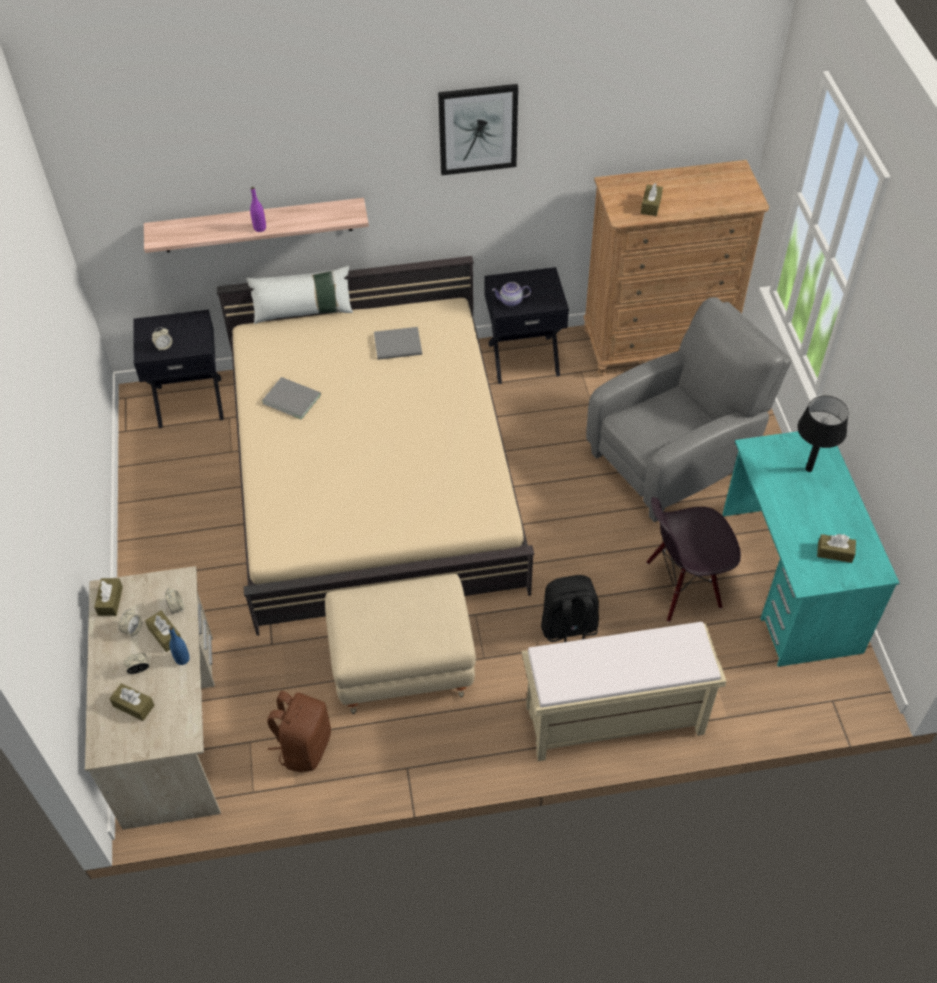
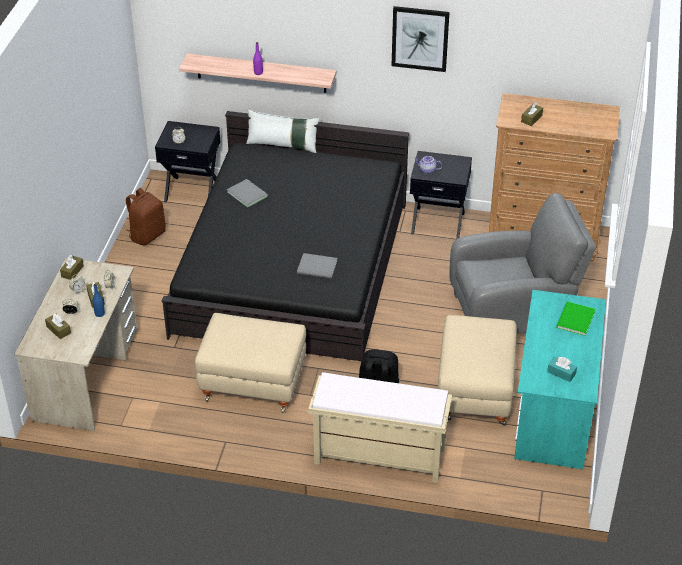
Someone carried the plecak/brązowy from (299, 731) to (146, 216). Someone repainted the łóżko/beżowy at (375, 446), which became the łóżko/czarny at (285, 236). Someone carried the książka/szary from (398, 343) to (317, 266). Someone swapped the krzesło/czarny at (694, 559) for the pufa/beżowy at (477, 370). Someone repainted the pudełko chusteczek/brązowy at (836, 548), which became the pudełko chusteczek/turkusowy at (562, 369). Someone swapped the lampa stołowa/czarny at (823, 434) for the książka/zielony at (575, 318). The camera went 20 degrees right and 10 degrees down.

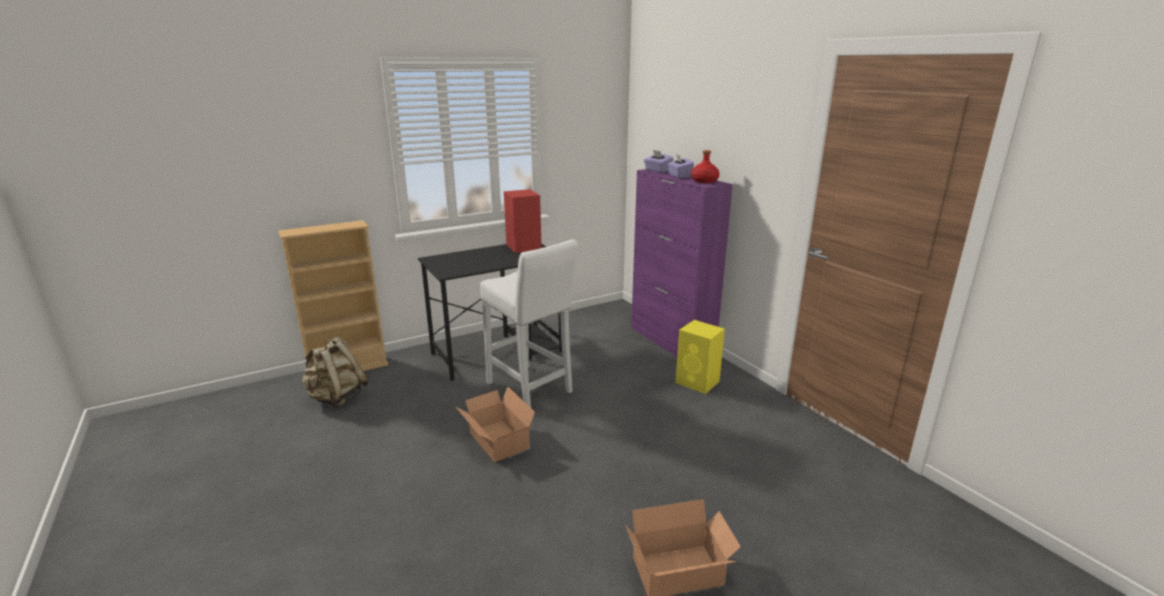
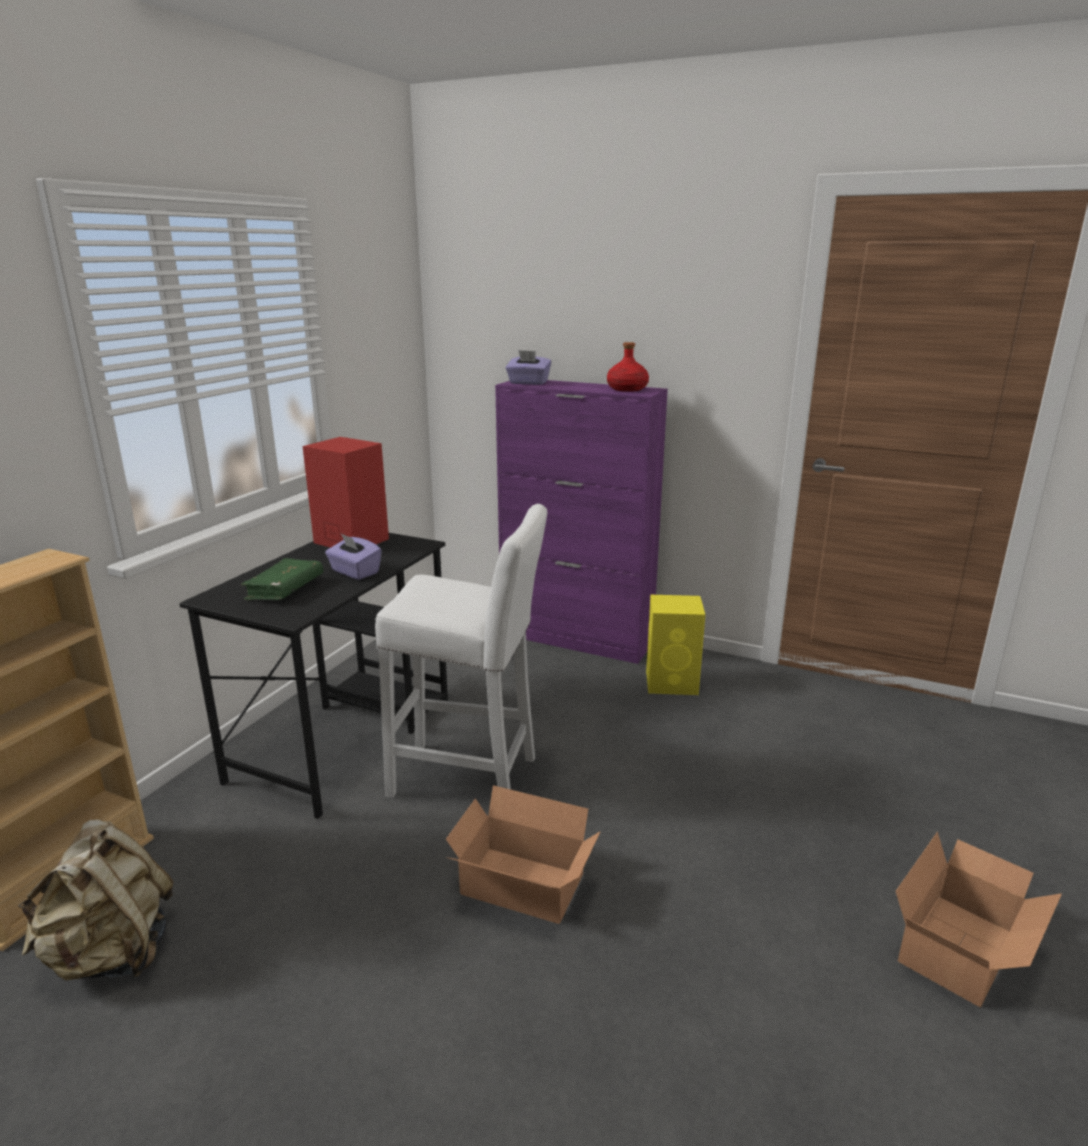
Someone put down the książka/zielony at (282, 579). Someone carried the pudełko chusteczek/fioletowy from (680, 166) to (353, 557). The camera went 35 degrees left and 0 degrees up.

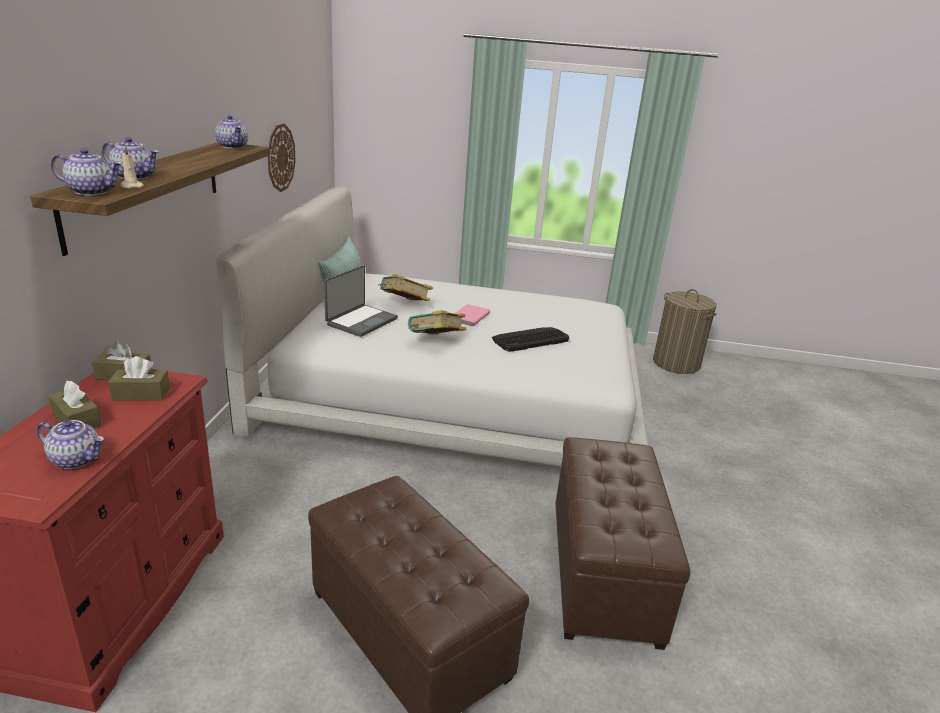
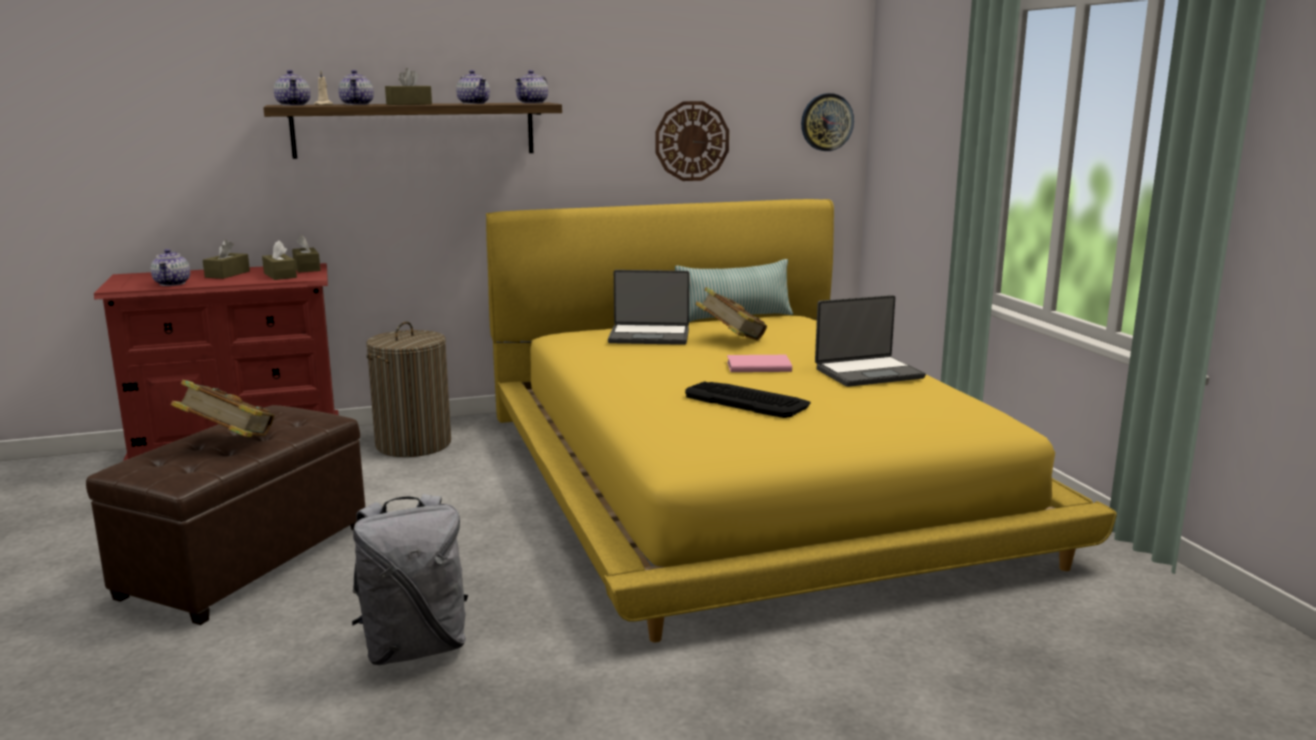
Someone carried the książka from (437, 322) to (222, 408). Someone swapped the pufa/brązowy at (622, 543) for the plecak/szary at (410, 579). Someone carried the kosz na pranie from (685, 331) to (408, 389). Someone put down the pudełko chusteczek/brązowy at (408, 86). Someone put down the imbryk at (473, 87). Someone repainted the łóżko/biały at (432, 326), which became the łóżko/żółty at (801, 420). Someone put up the zegar ścienny at (827, 122). Someone put down the laptop at (870, 341). The camera went 65 degrees right and 10 degrees down.

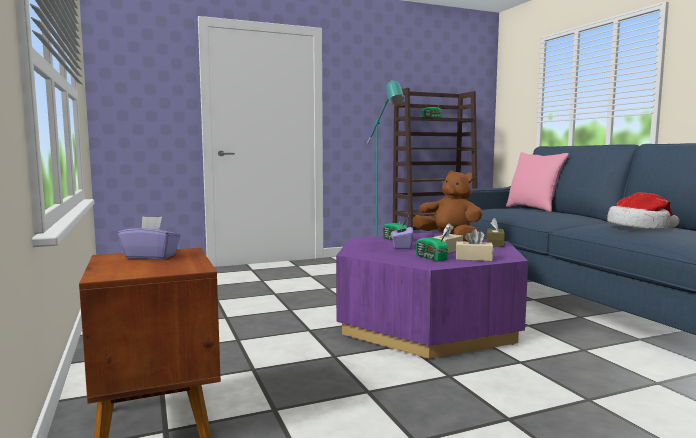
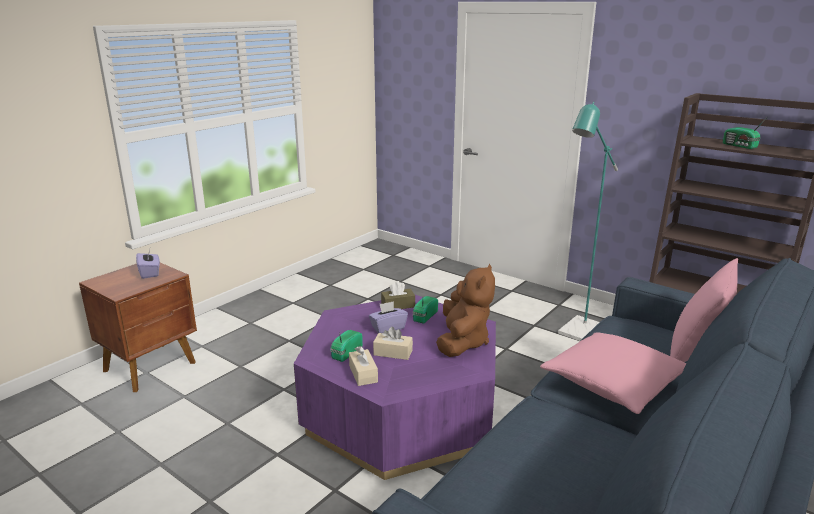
Someone carried the pudełko chusteczek/brązowy from (495, 232) to (398, 295). Someone put down the poduszka/różowy at (613, 373). Someone took away the kapelusz at (643, 210). The camera went 60 degrees right and 15 degrees up.

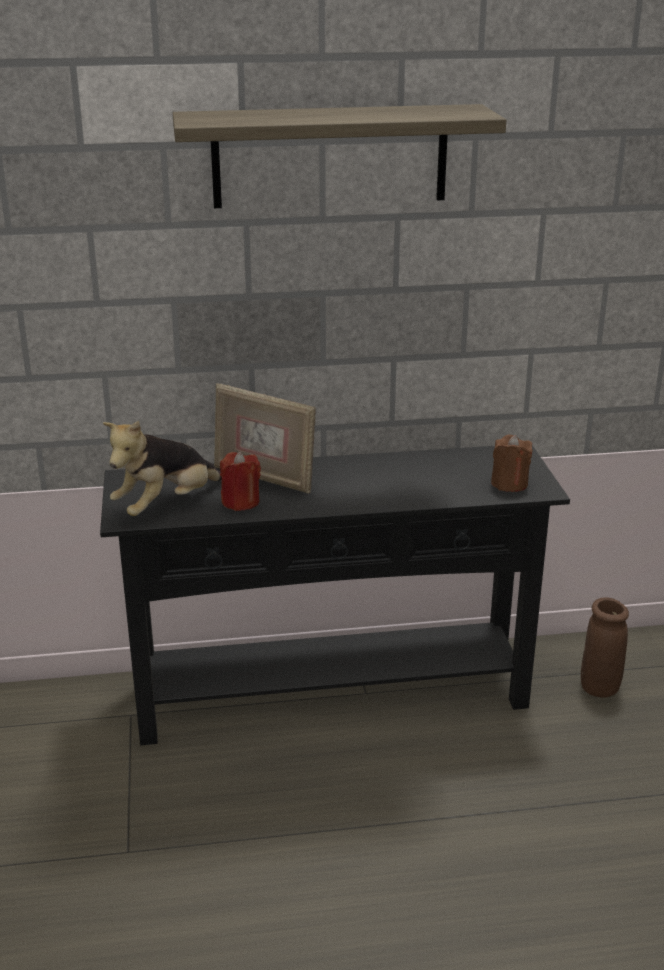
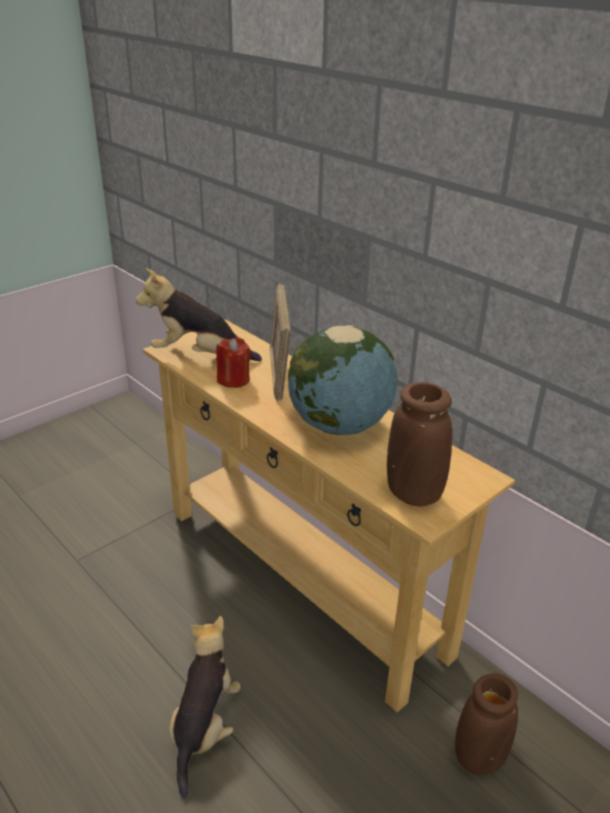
Someone repainted the stolik konsolowy/czarny at (335, 595), which became the stolik konsolowy/beżowy at (329, 515). Someone put down the pluszak at (205, 707). Someone put down the globus at (342, 380). Someone swapped the świeca/brązowy at (512, 463) for the wazon/brązowy at (419, 444). Someone took away the półka at (339, 156). The camera went 55 degrees right and 5 degrees up.

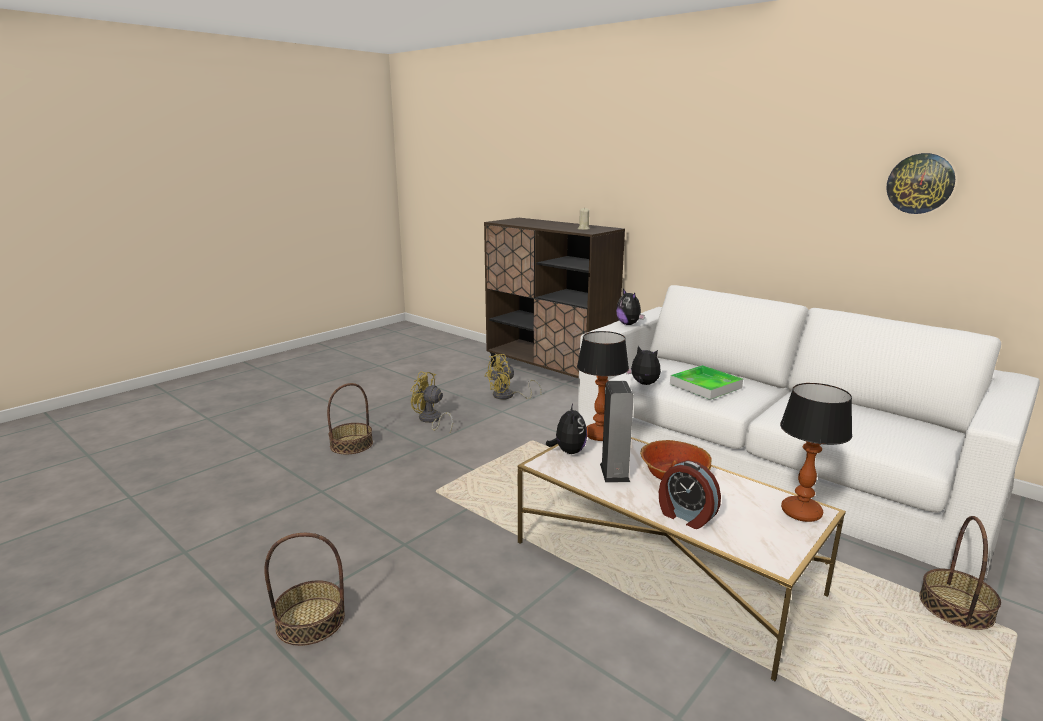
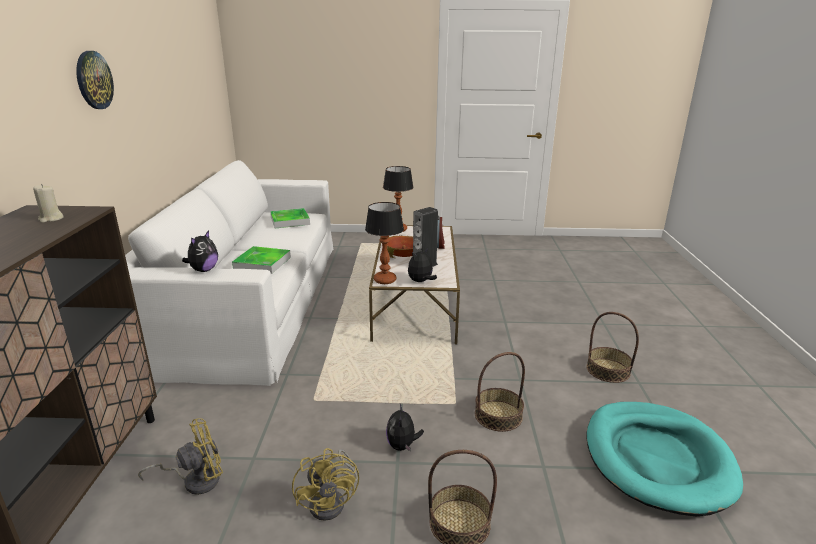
Someone carried the zegar ścienny from (920, 183) to (95, 80). Someone rotated the wentylator/żółty at (513, 377) by 45 degrees counterclockwise. Someone put down the taca at (290, 218). Someone carried the pluszak from (643, 365) to (405, 428). Someone carried the koszyk from (960, 573) to (500, 392). Someone put down the legowisko/turkusowy at (664, 459). The camera went 130 degrees left and 5 degrees up.

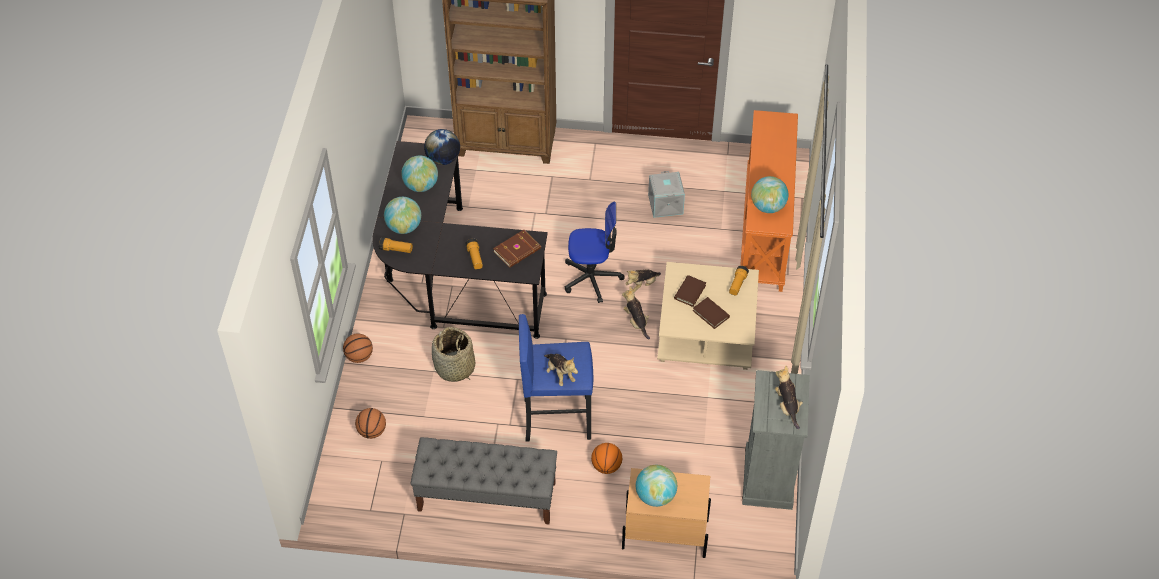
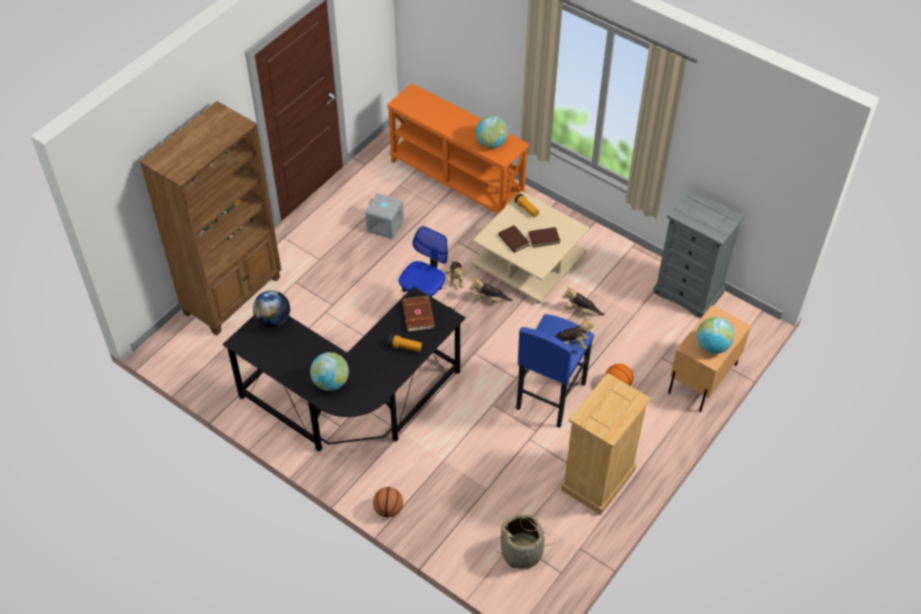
Someone carried the koszyk from (453, 354) to (525, 541). Someone swapped the ławka/szary at (484, 481) for the komoda/beżowy at (606, 444). Someone carried the pluszak from (789, 397) to (583, 301). Someone took away the piłka do koszykówki at (370, 423). Someone took away the latarka at (396, 245). Someone took away the globus at (419, 173). The camera went 60 degrees left and 0 degrees up.

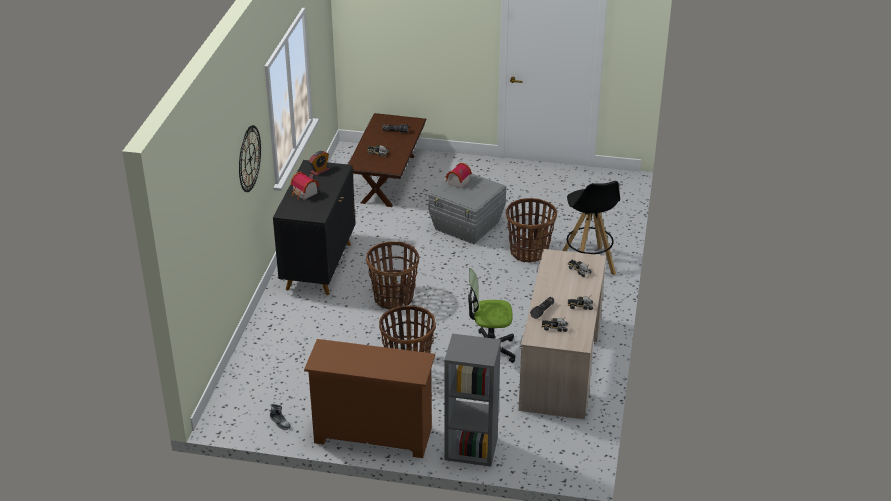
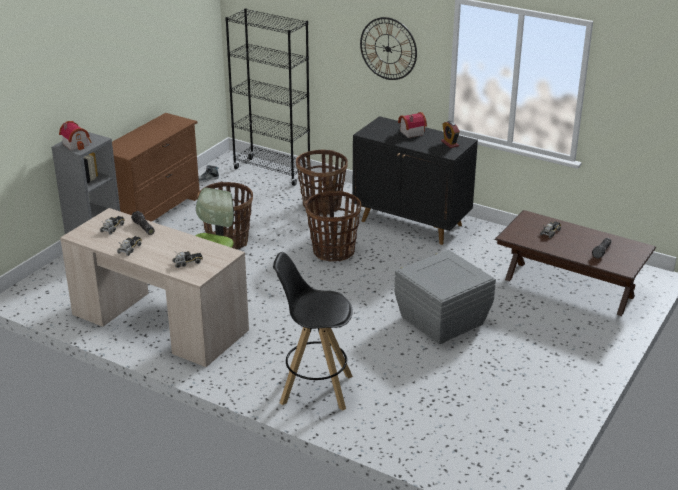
Someone carried the domek from (459, 176) to (75, 136). Someone put down the regał/czarny at (267, 97). Someone carried the koszyk from (531, 230) to (322, 182). The camera went 110 degrees right and 5 degrees down.

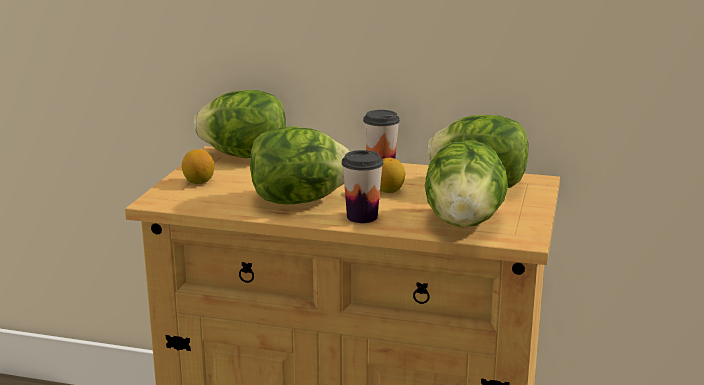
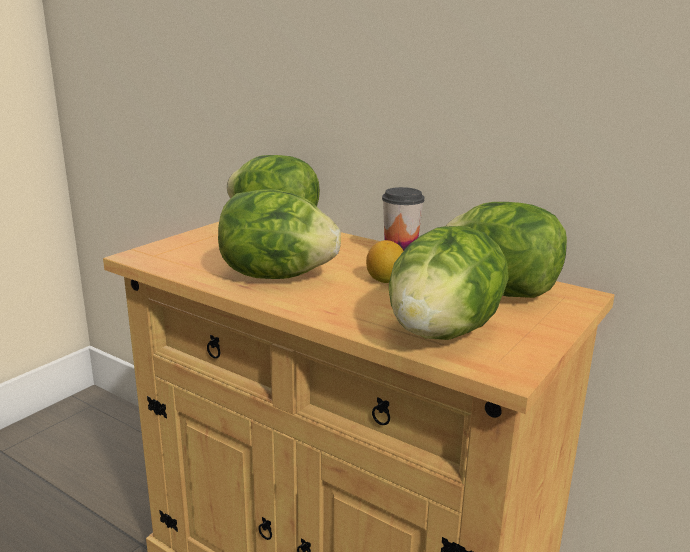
Someone took away the cytryna at (198, 166). Someone took away the filiżanka at (362, 186). The camera went 20 degrees right and 0 degrees up.

